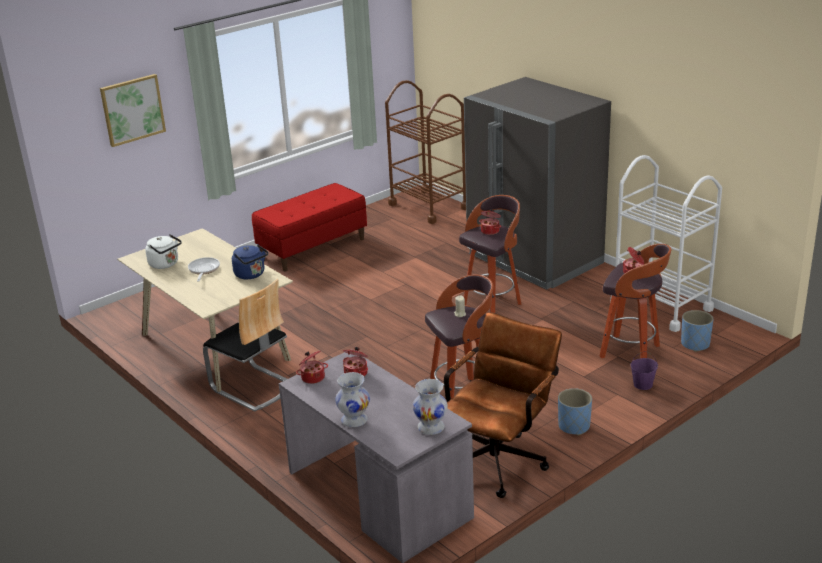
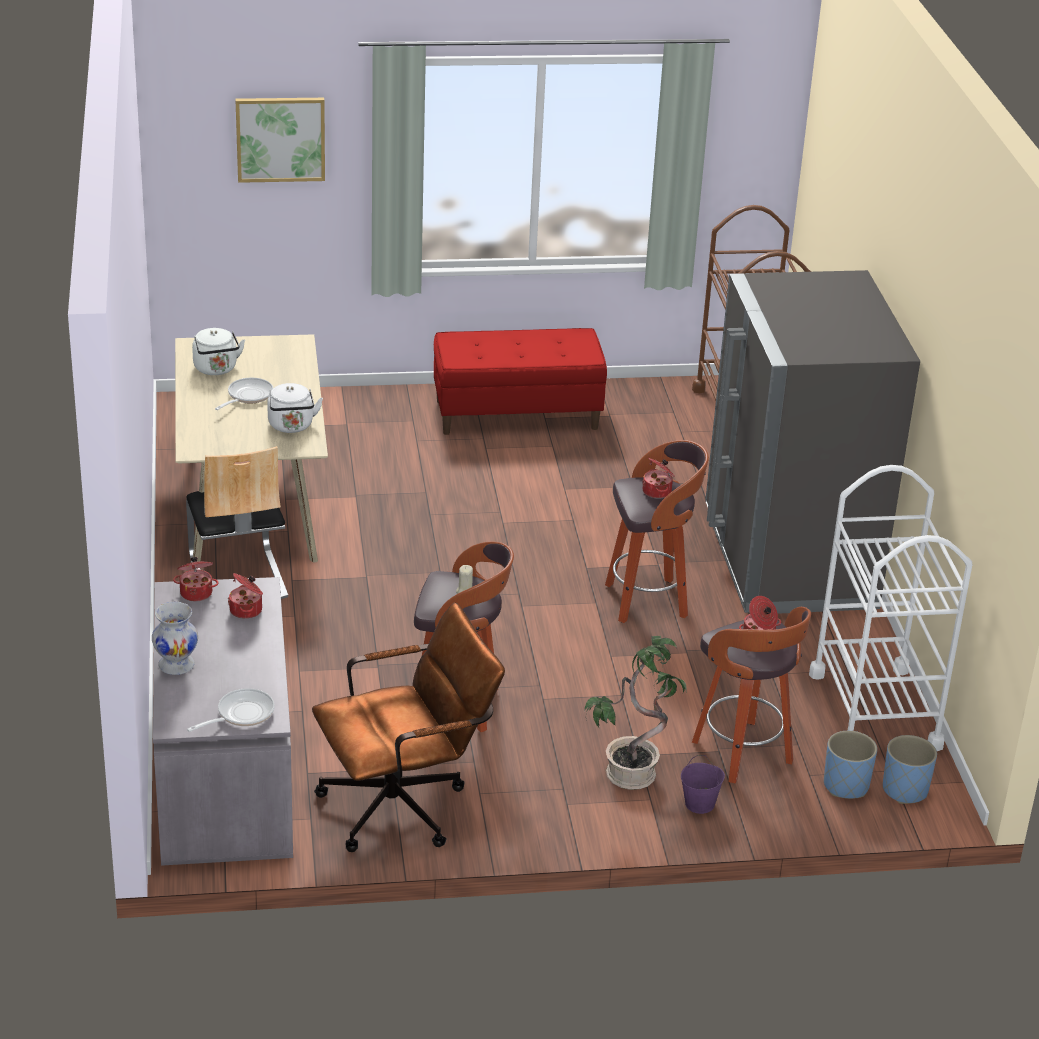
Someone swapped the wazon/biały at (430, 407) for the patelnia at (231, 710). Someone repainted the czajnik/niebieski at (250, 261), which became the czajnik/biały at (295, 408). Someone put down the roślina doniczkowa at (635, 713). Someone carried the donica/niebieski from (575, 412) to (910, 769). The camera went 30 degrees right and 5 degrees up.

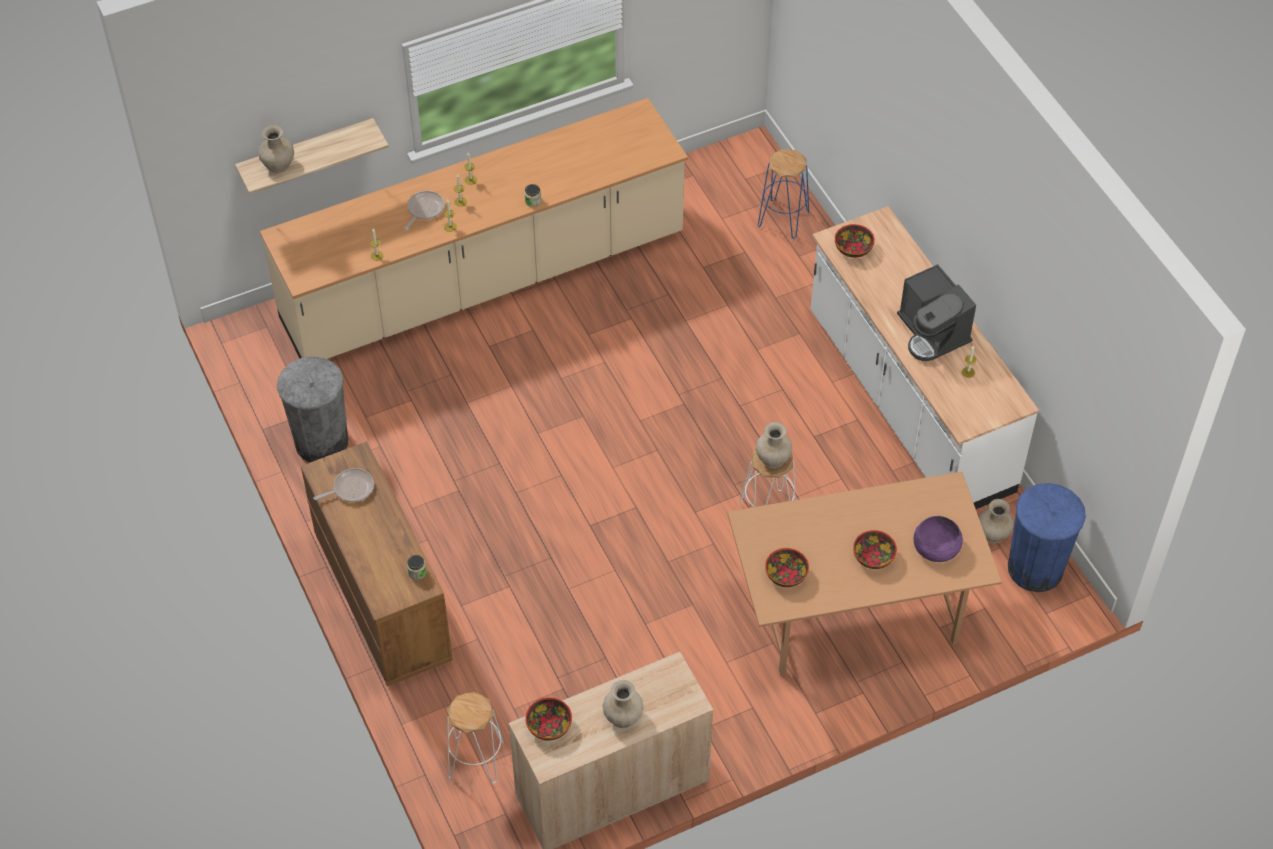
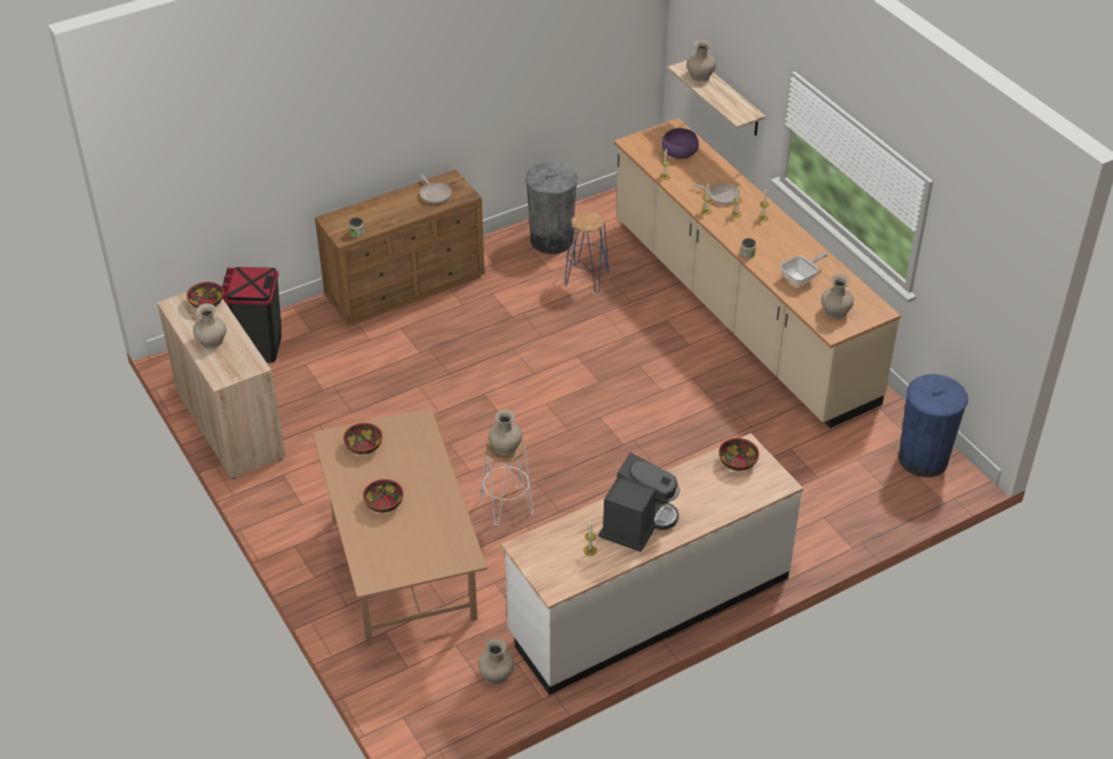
Someone swapped the stołek/biały at (475, 738) for the kosz na śmieci/czarny at (251, 315). Someone carried the stołek/niebieski from (783, 194) to (586, 252). Someone rotated the ekspres do kawy at (936, 312) by 150 degrees clockwise. Someone carried the miska/fioletowy from (938, 539) to (680, 143). Someone put down the patelnia at (804, 269). Someone put down the wazon/beżowy at (837, 296). Someone carried the kosz na śmieci/niebieski from (1047, 537) to (933, 425). The camera went 85 degrees right and 10 degrees down.

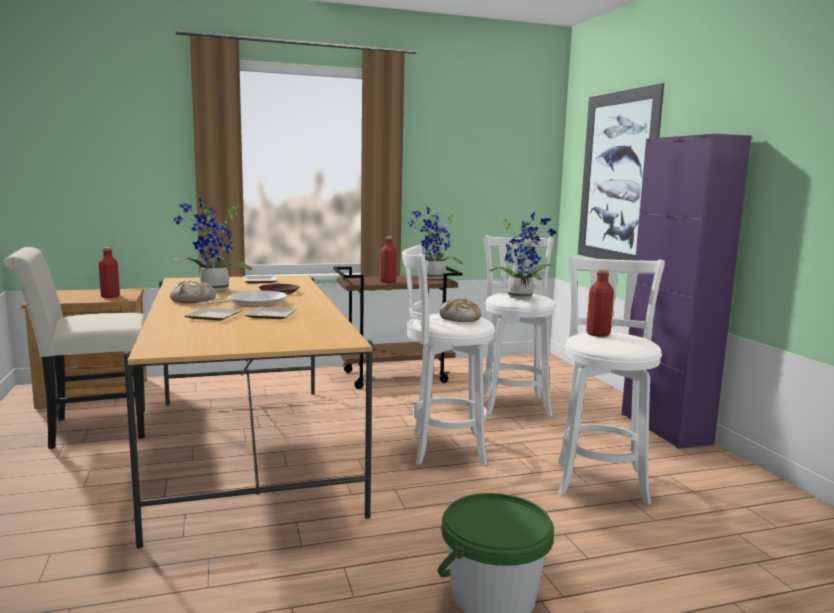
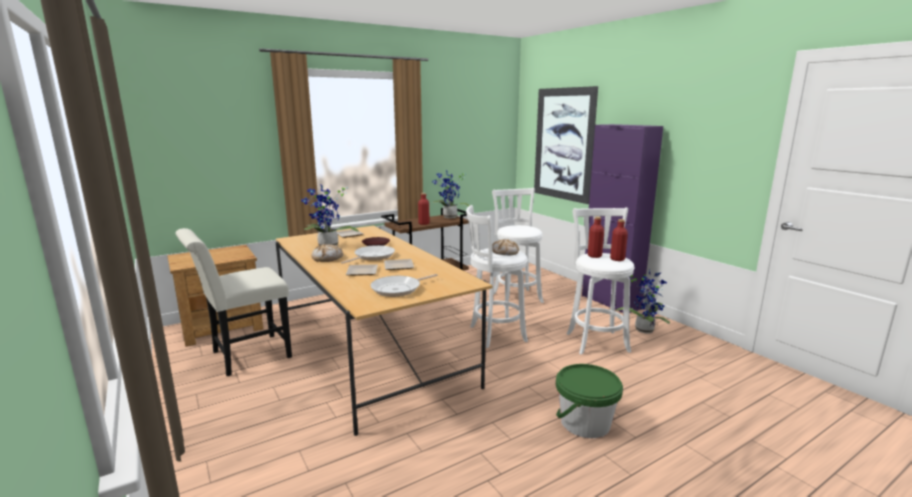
Someone put down the patelnia at (404, 285). Someone carried the butelka/czerwony from (109, 272) to (619, 240). Someone carried the roślina doniczkowa from (523, 255) to (643, 301). The camera went 15 degrees left and 5 degrees up.

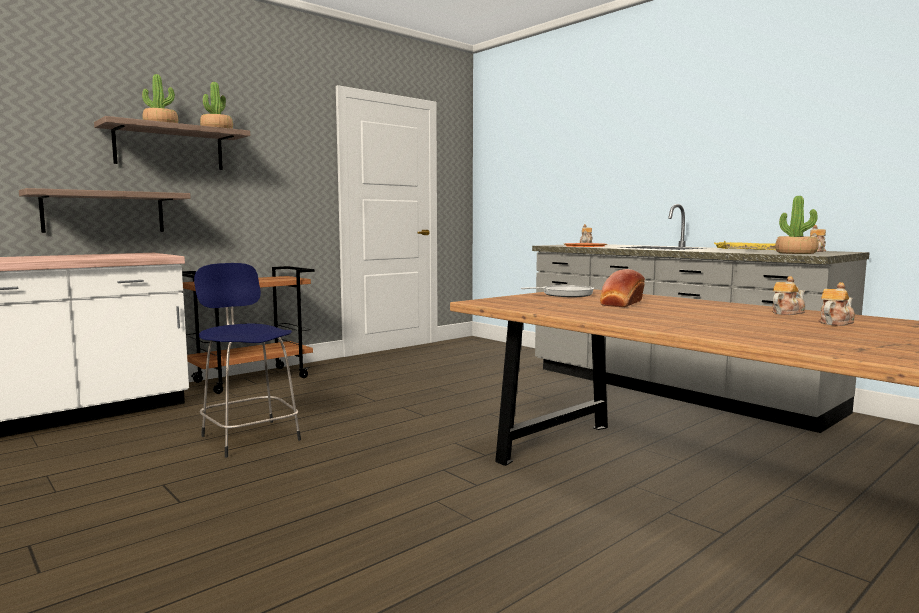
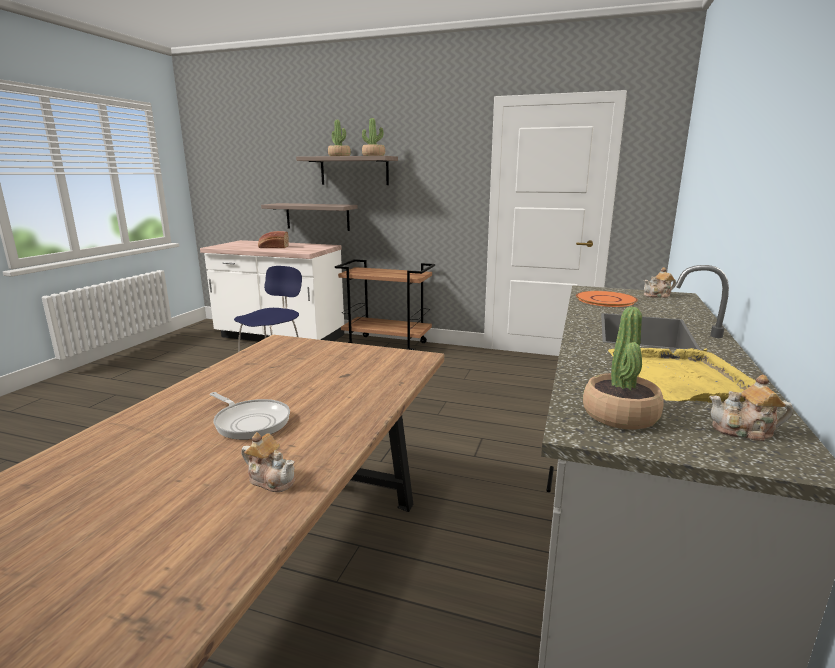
Someone carried the patelnia from (557, 291) to (250, 416). Someone carried the chleb from (622, 288) to (273, 239). Someone took away the imbryk at (837, 304). The camera went 60 degrees right and 10 degrees up.

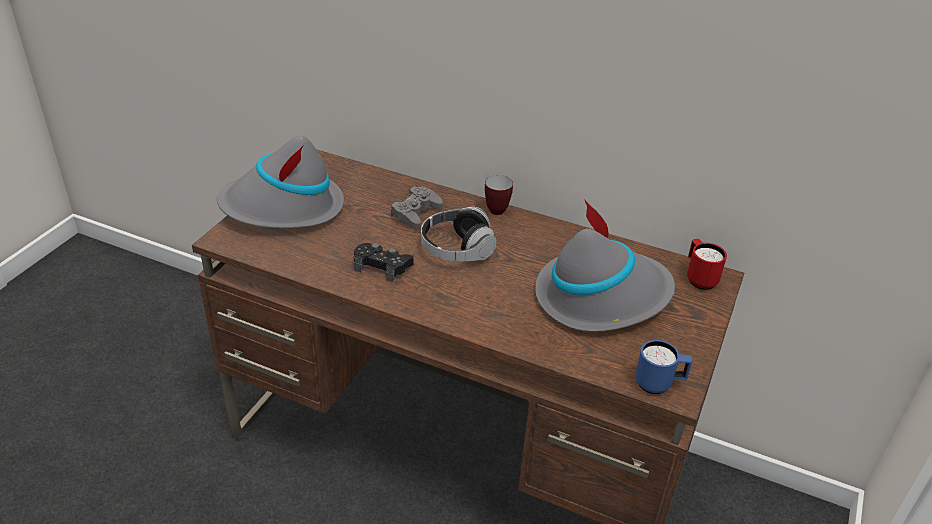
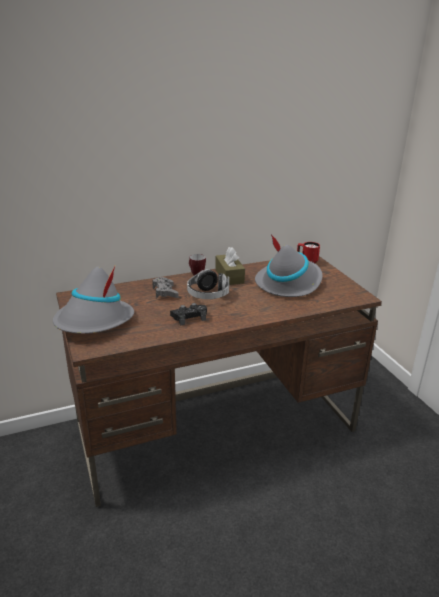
Someone put down the pudełko chusteczek/brązowy at (230, 266). Someone took away the kubek/niebieski at (664, 367). The camera went 45 degrees left and 10 degrees down.

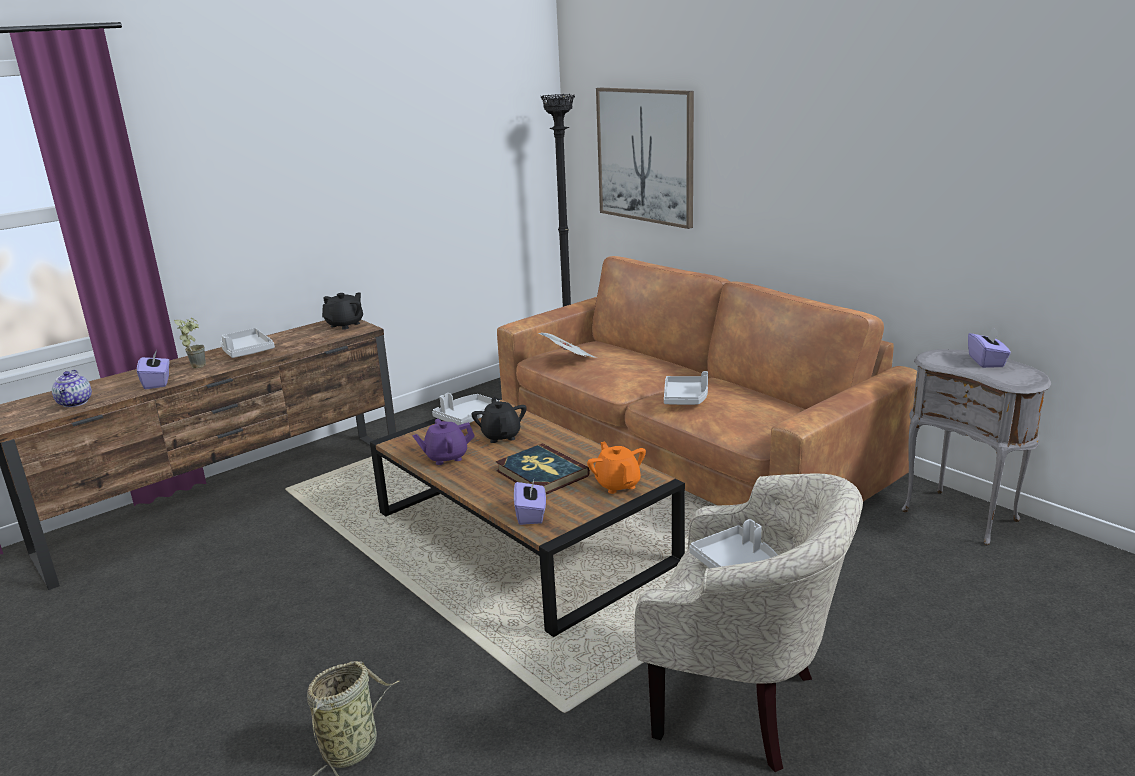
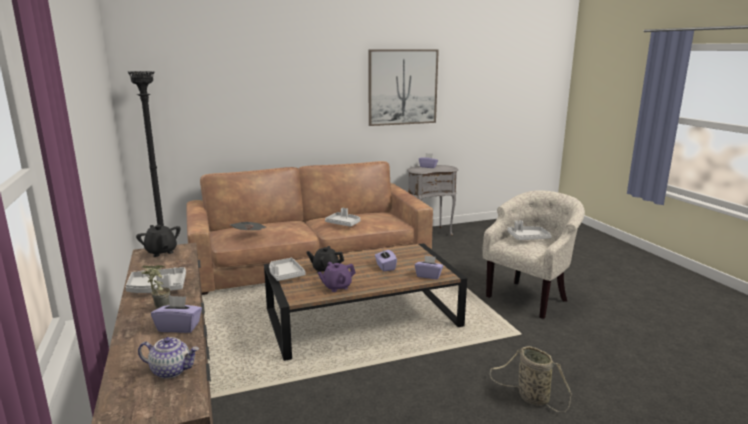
Someone rotated the imbryk/fioletowy at (443, 442) by 60 degrees clockwise. Someone carried the obraz from (645, 158) to (403, 87). Someone swapped the książka at (543, 468) for the pudełko chusteczek/fioletowy at (386, 259). Someone took away the imbryk/pomarańczowy at (616, 468). The camera went 70 degrees left and 5 degrees down.

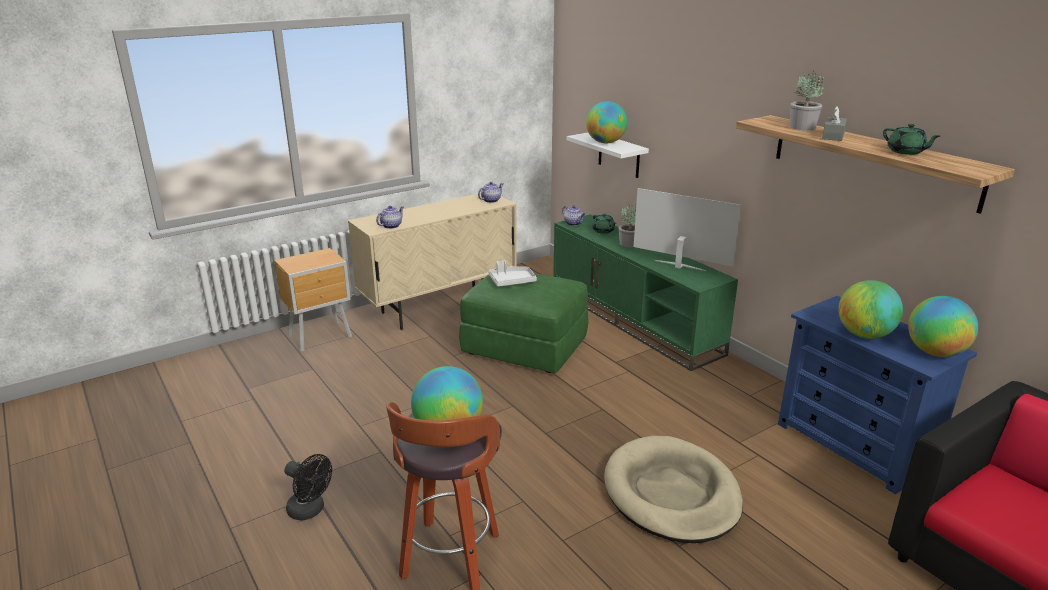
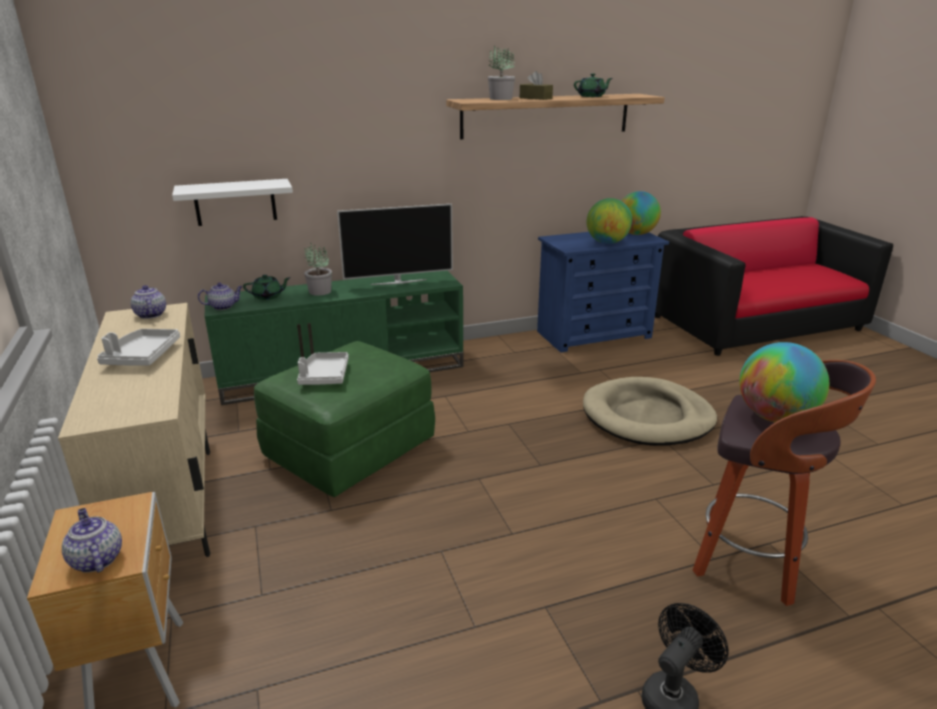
Someone carried the imbryk from (390, 217) to (92, 540). Someone put down the taca/biały at (138, 347). Someone rotated the telewizor at (687, 229) by 150 degrees counterclockwise. Someone repainted the pudełko chusteczek/szary at (834, 123), which became the pudełko chusteczek/brązowy at (536, 85). Someone took away the globus at (607, 122). The camera went 75 degrees left and 0 degrees up.

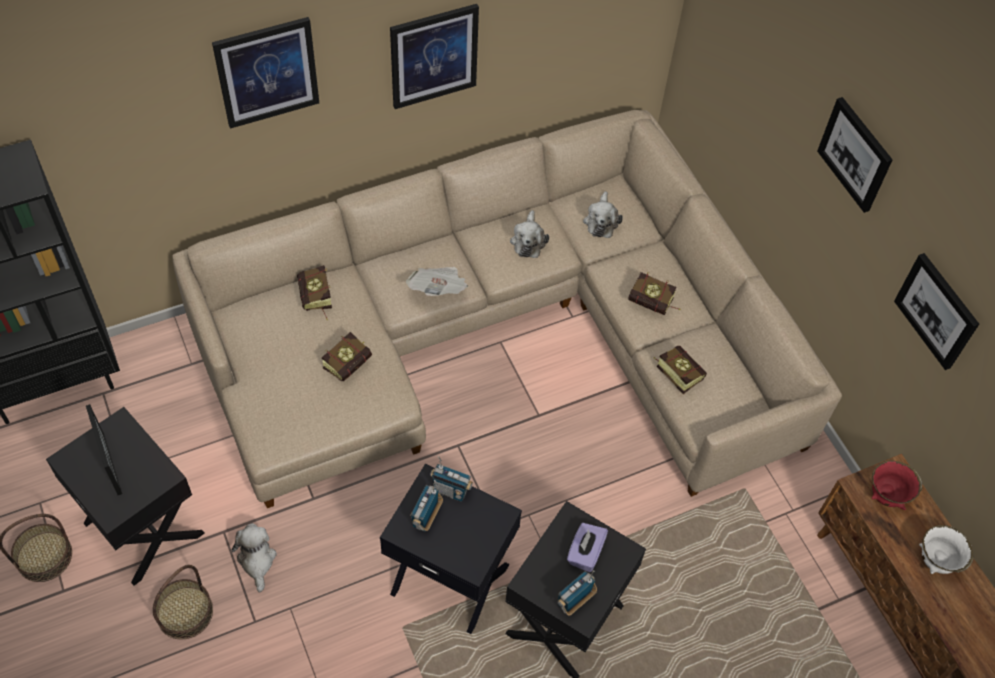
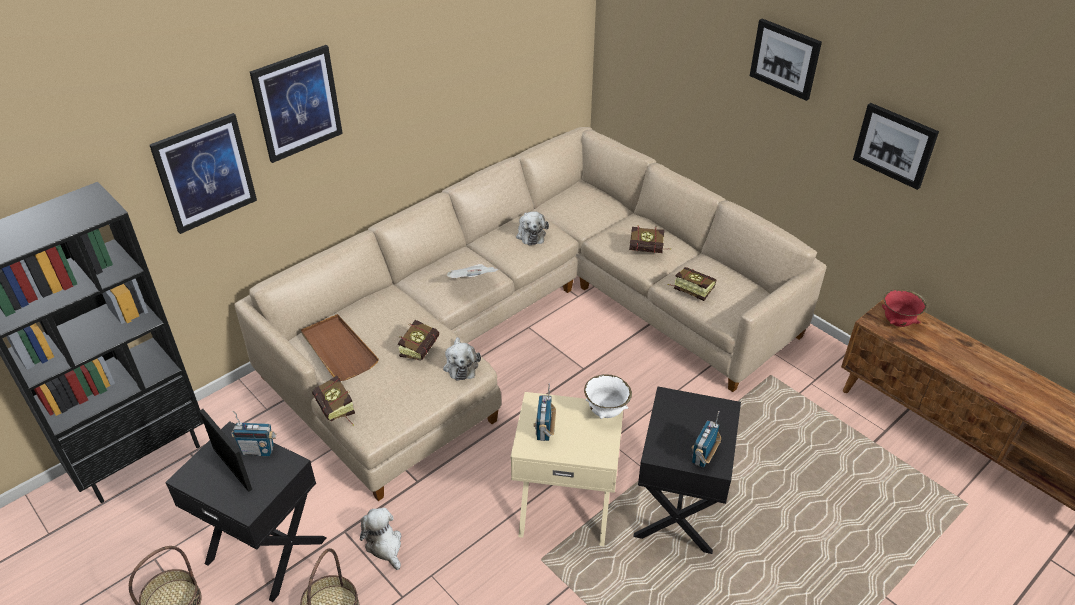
Someone carried the obraz from (434, 56) to (203, 173). Someone carried the radio from (451, 479) to (253, 433). Someone put down the taca/brązowy at (340, 347). Someone carried the książka from (314, 292) to (333, 401). Someone carried the pluszak from (603, 214) to (462, 359). Someone repainted the stolik/czarny at (451, 549), which became the stolik/beżowy at (567, 469). Someone carried the miska/biały from (946, 549) to (608, 396). Someone took away the pudełko chusteczek/fioletowy at (587, 547). The camera went 15 degrees left and 15 degrees down.

